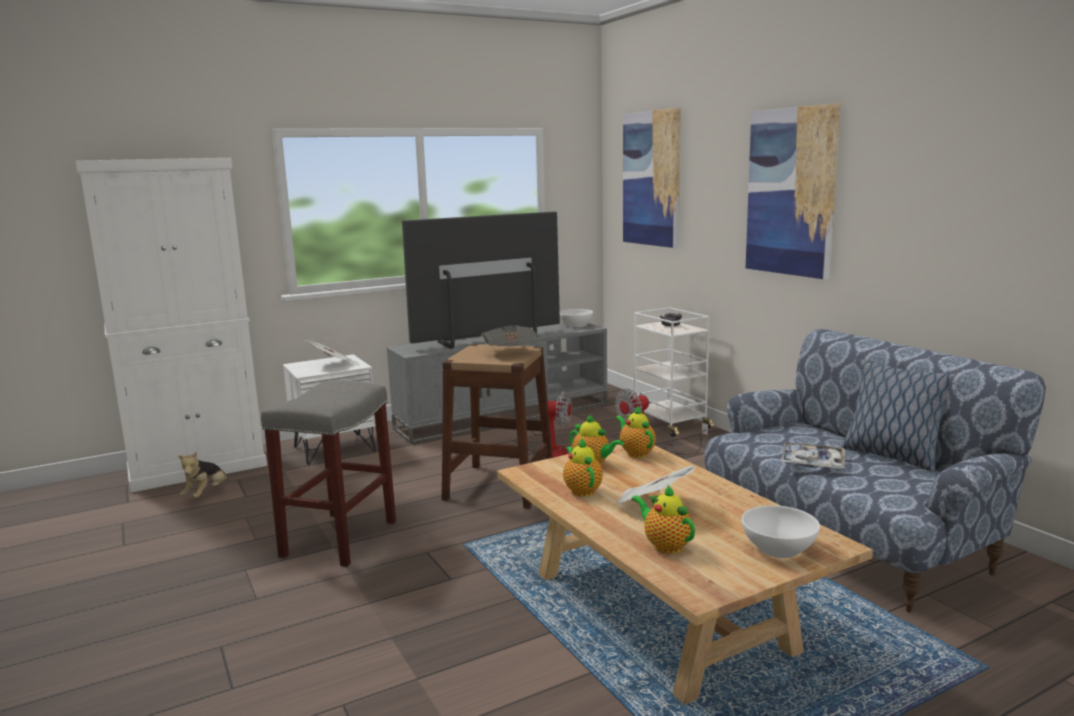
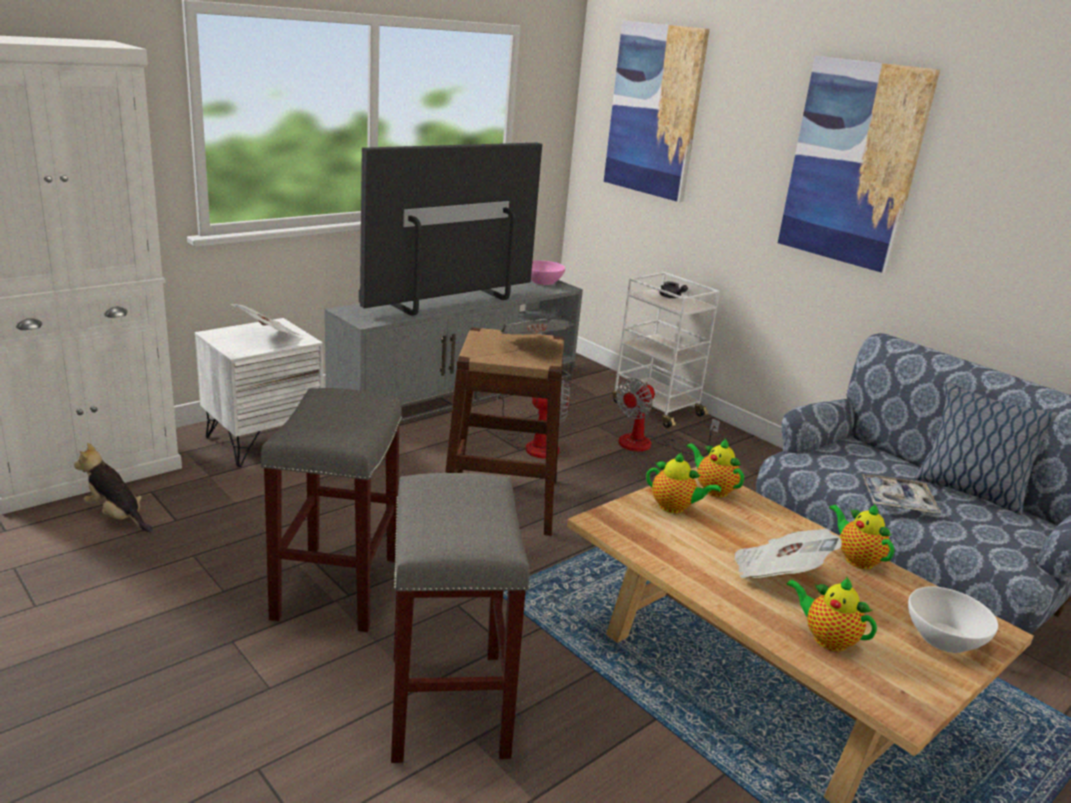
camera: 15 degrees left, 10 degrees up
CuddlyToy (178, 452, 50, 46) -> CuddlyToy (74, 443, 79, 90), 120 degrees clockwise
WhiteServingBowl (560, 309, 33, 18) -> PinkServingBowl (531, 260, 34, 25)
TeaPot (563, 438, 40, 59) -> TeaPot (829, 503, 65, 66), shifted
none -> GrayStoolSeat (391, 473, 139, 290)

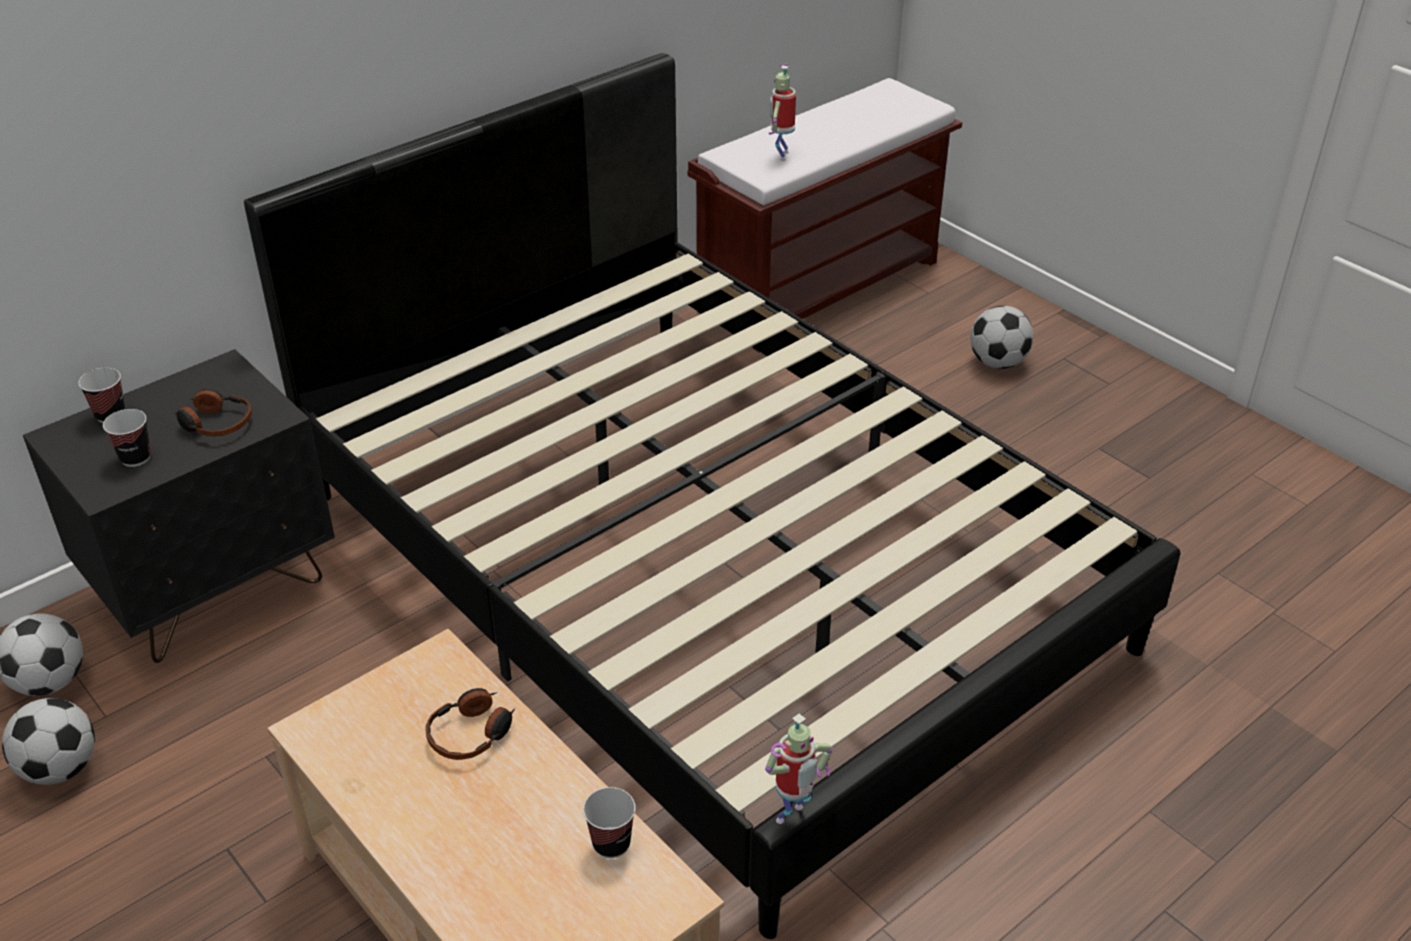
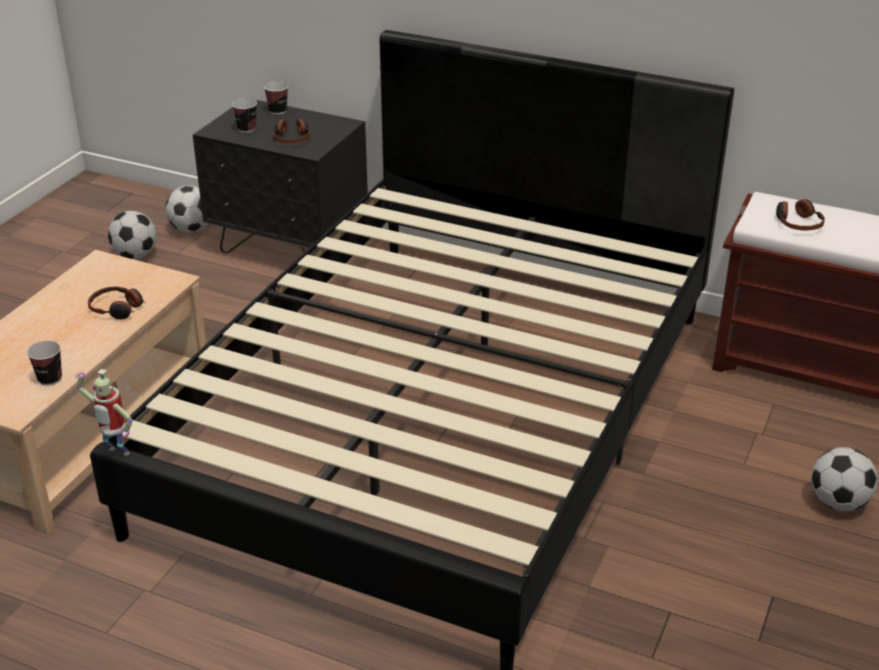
camera: 65 degrees right, 5 degrees down
RobotFigure (769, 63, 27, 98) -> Headset (776, 199, 49, 31)

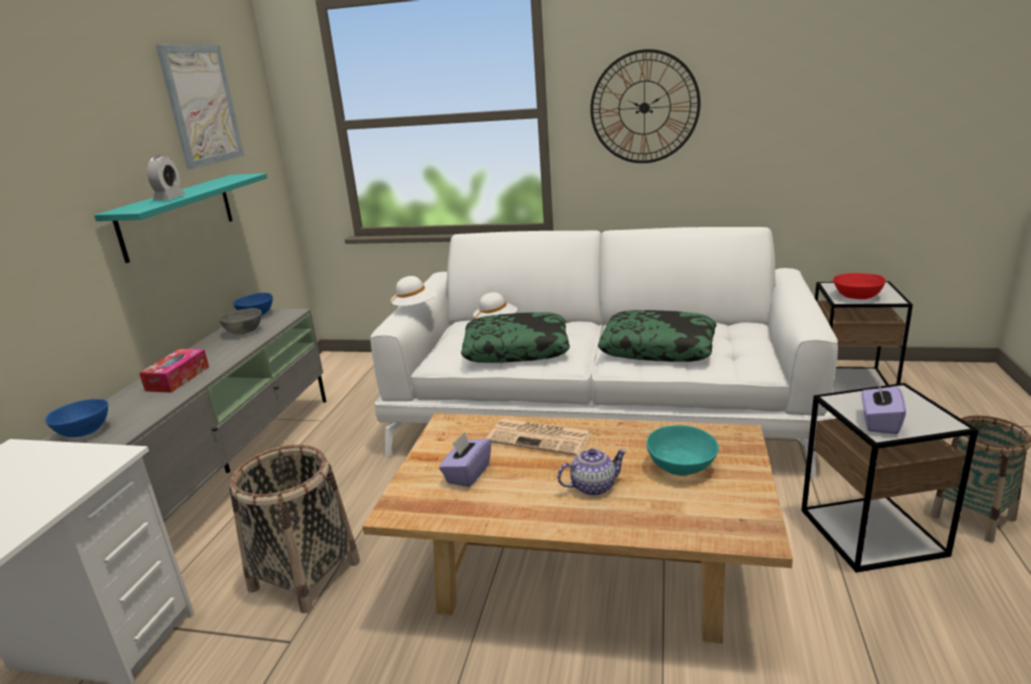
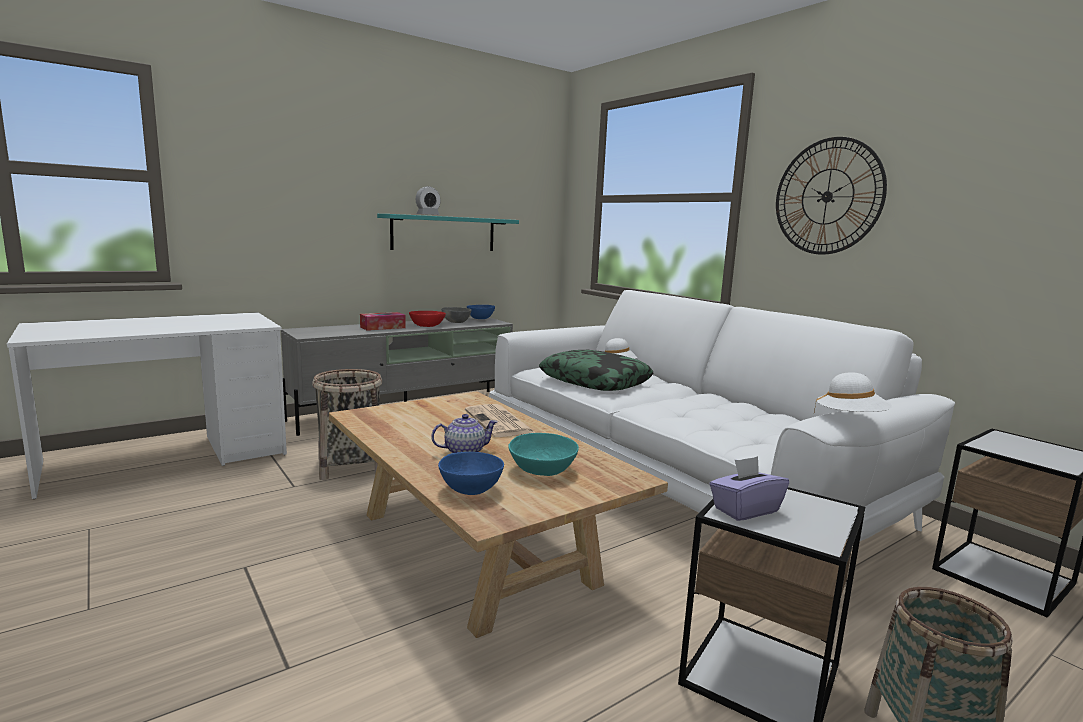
camera: 40 degrees right, 10 degrees down
BluishServingBowl (45, 399, 63, 38) -> BluishServingBowl (438, 452, 66, 43), shifted
WallPicture (156, 45, 88, 124) -> none
WhiteHat (390, 276, 47, 34) -> WhiteHat (814, 372, 78, 40), shifted
PurpleColouredTissueHolder (439, 432, 52, 55) -> none
TeaPot (557, 448, 70, 48) -> TeaPot (431, 414, 67, 39), 45 degrees counterclockwise
Cushion (598, 310, 118, 52) -> none
RedServingBowl (833, 273, 53, 26) -> RedServingBowl (409, 311, 37, 16), shifted

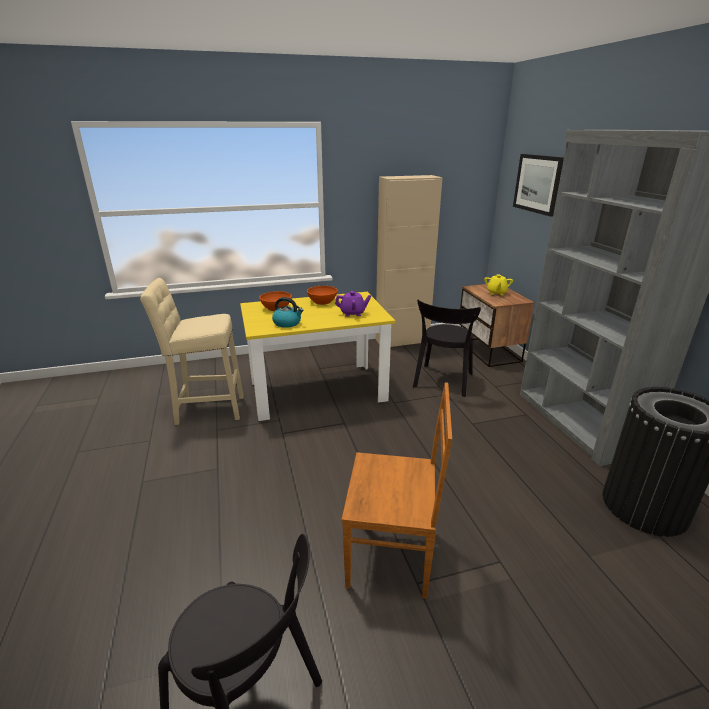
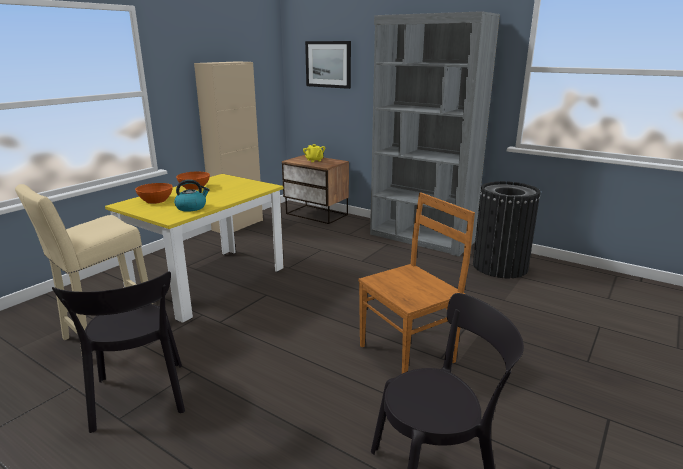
camera: 40 degrees left, 5 degrees down
PurpleColouredTeaPot (335, 291, 36, 26) -> none
BlackChair (413, 300, 68, 97) -> BlackChair (52, 271, 133, 162), shifted

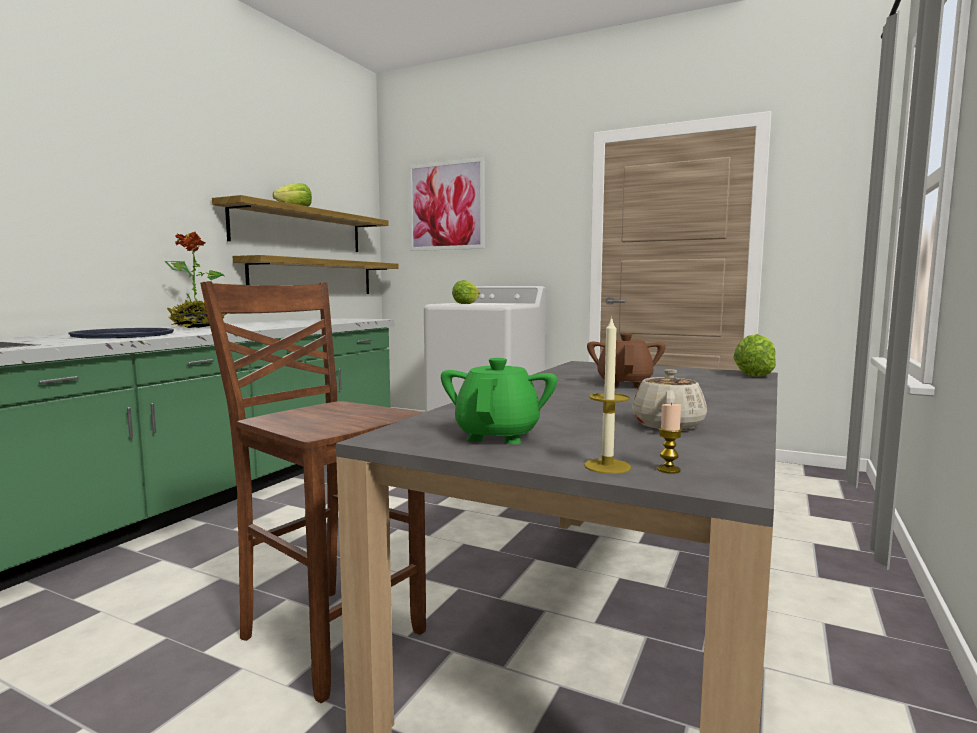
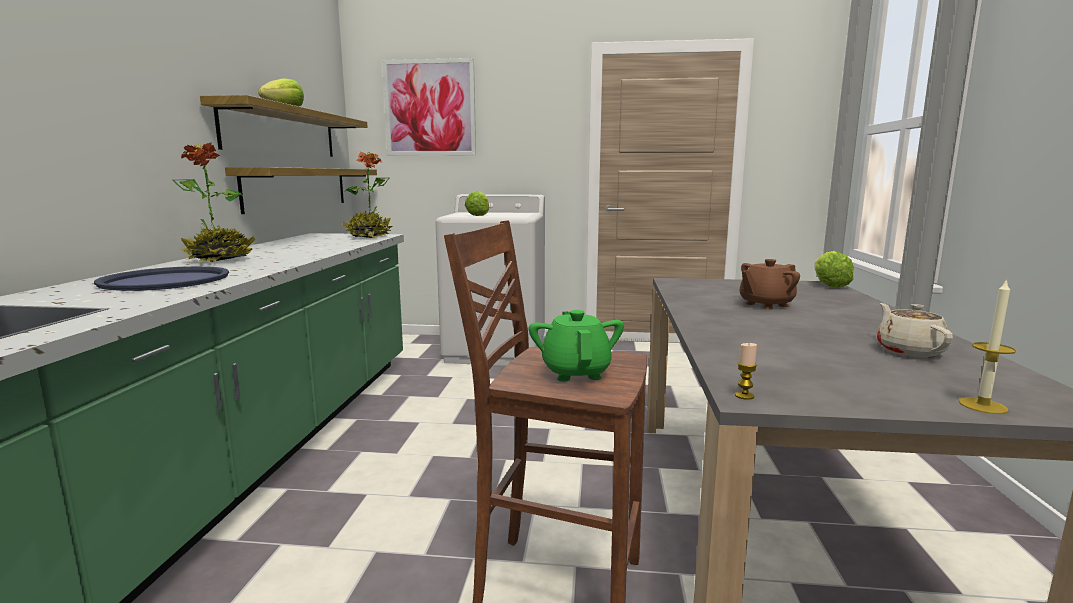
camera: 20 degrees left, 5 degrees up
GreenTeaPot (441, 358, 116, 86) -> GreenTeaPot (529, 310, 95, 72), shifted
BrownishTeaPot (587, 333, 78, 54) -> BrownishTeaPot (739, 259, 61, 51), 105 degrees counterclockwise
Candle (657, 402, 26, 72) -> Candle (735, 343, 22, 57), shifted
none -> PlantInAPot (342, 152, 51, 86)

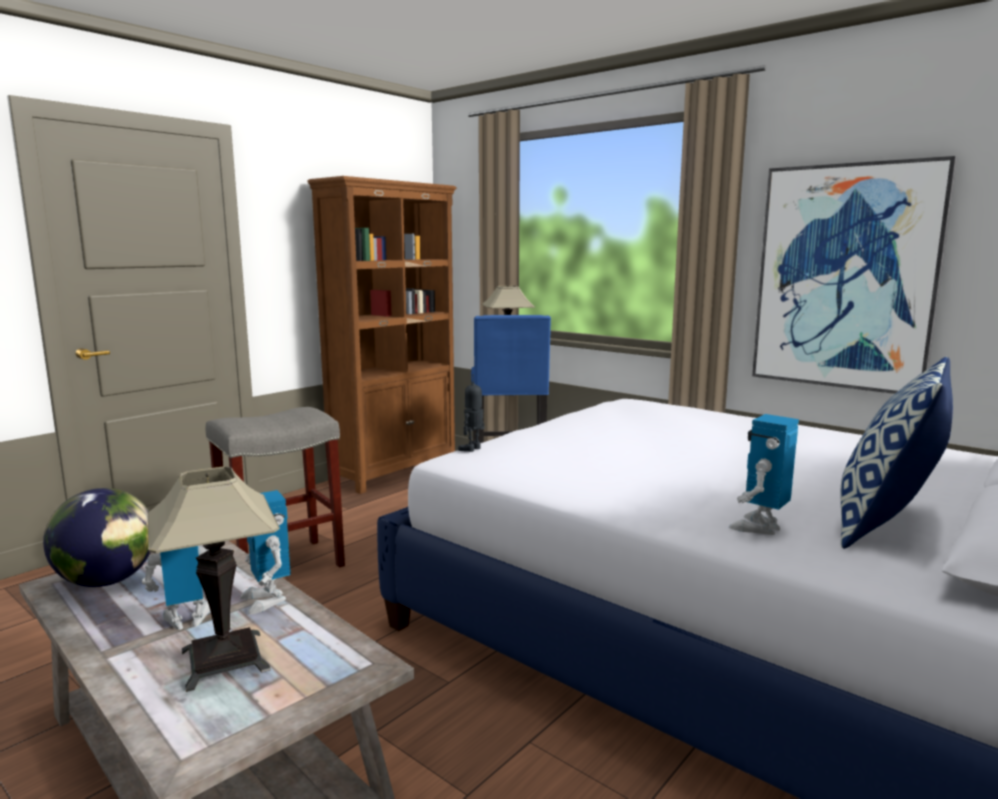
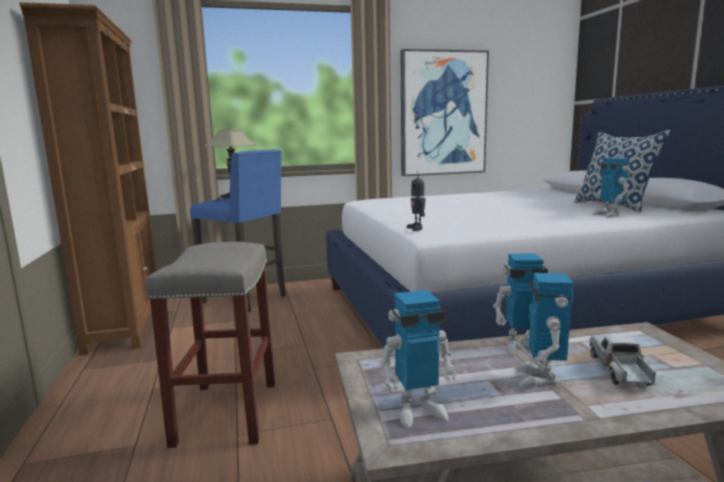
camera: 55 degrees left, 0 degrees up
WorldGlobe (43, 488, 108, 99) -> RobotFigure (380, 290, 77, 138)
TabletopLamp (148, 466, 132, 226) -> ToyLorry (589, 335, 67, 53)

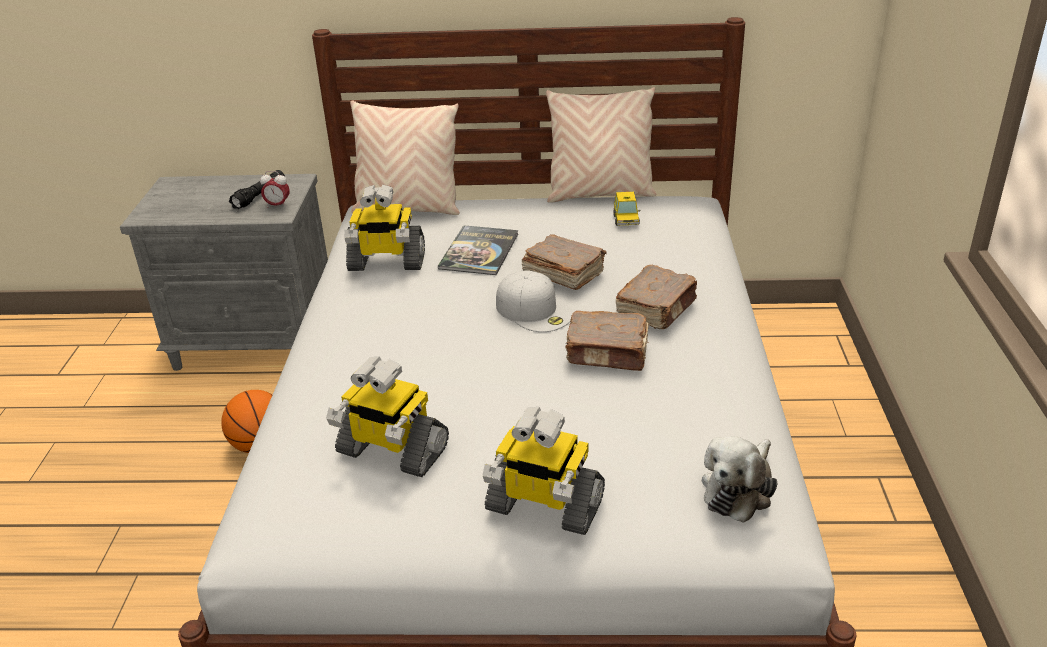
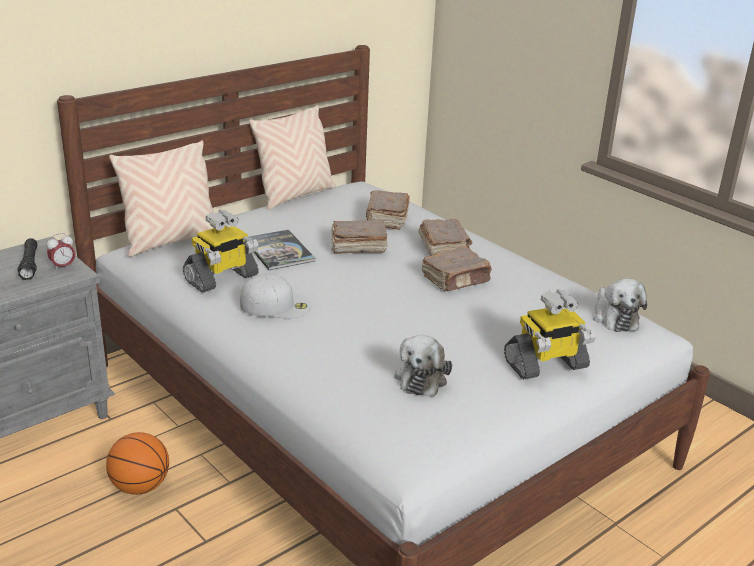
camera: 45 degrees left, 5 degrees down
RobotFigure (326, 356, 123, 121) -> CuddlyToy (394, 335, 58, 62)
WhiteBaseballCap (496, 271, 77, 61) -> WhiteBaseballCap (240, 274, 71, 44), shifted
ToyCar (613, 192, 27, 34) -> none
none -> BrownishBook (366, 190, 44, 40)

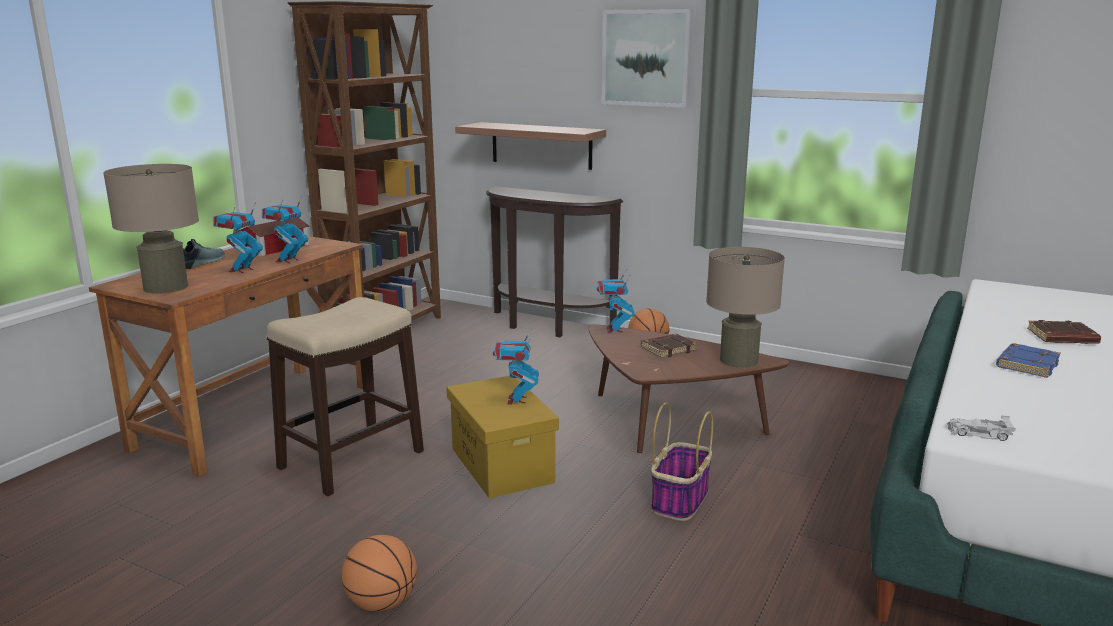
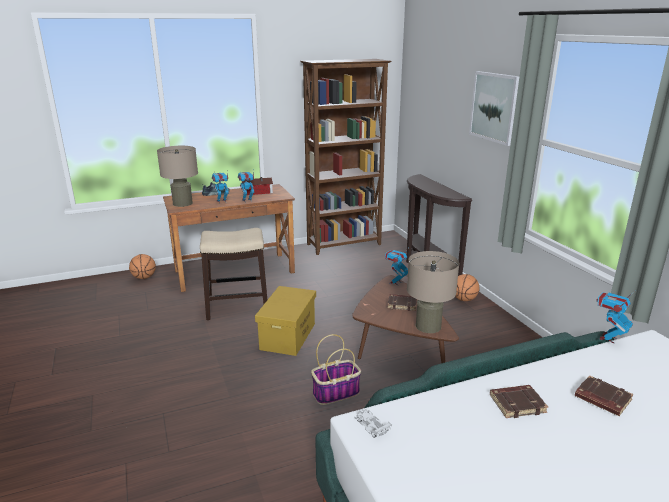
camera: 40 degrees right, 5 degrees up
Basketball (341, 535, 76, 77) -> Basketball (129, 254, 27, 25), shifted
WallShelf (455, 122, 151, 48) -> none
RobotFigure (493, 328, 46, 77) -> RobotFigure (596, 290, 40, 53), shifted
BluishBook (996, 343, 65, 35) -> BrownishBook (490, 385, 58, 33)

